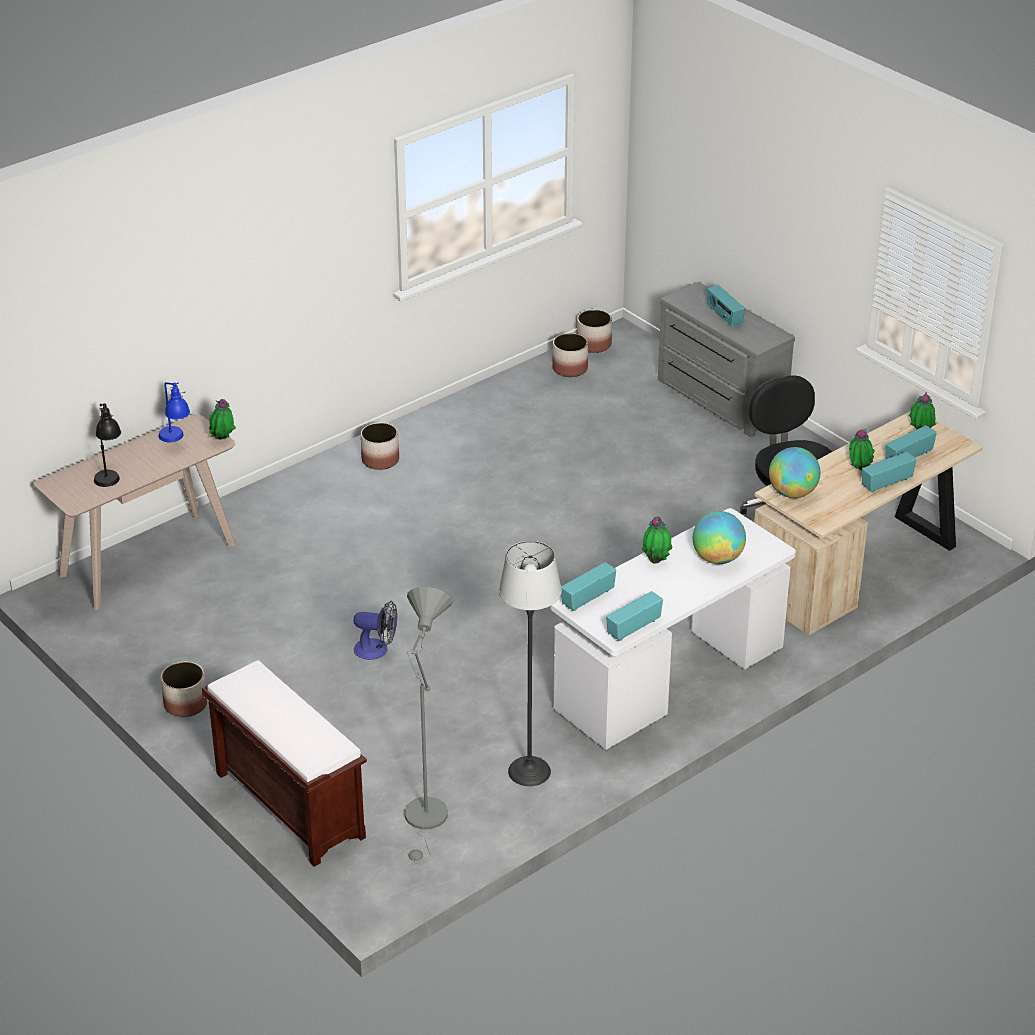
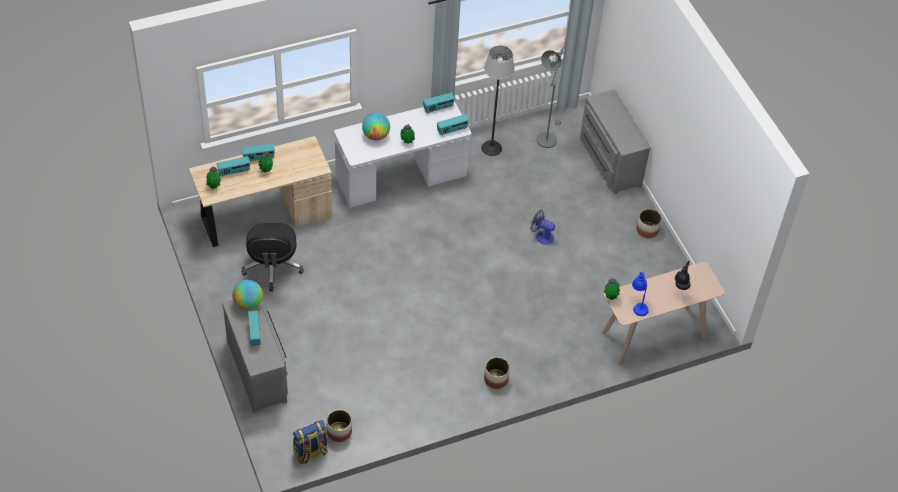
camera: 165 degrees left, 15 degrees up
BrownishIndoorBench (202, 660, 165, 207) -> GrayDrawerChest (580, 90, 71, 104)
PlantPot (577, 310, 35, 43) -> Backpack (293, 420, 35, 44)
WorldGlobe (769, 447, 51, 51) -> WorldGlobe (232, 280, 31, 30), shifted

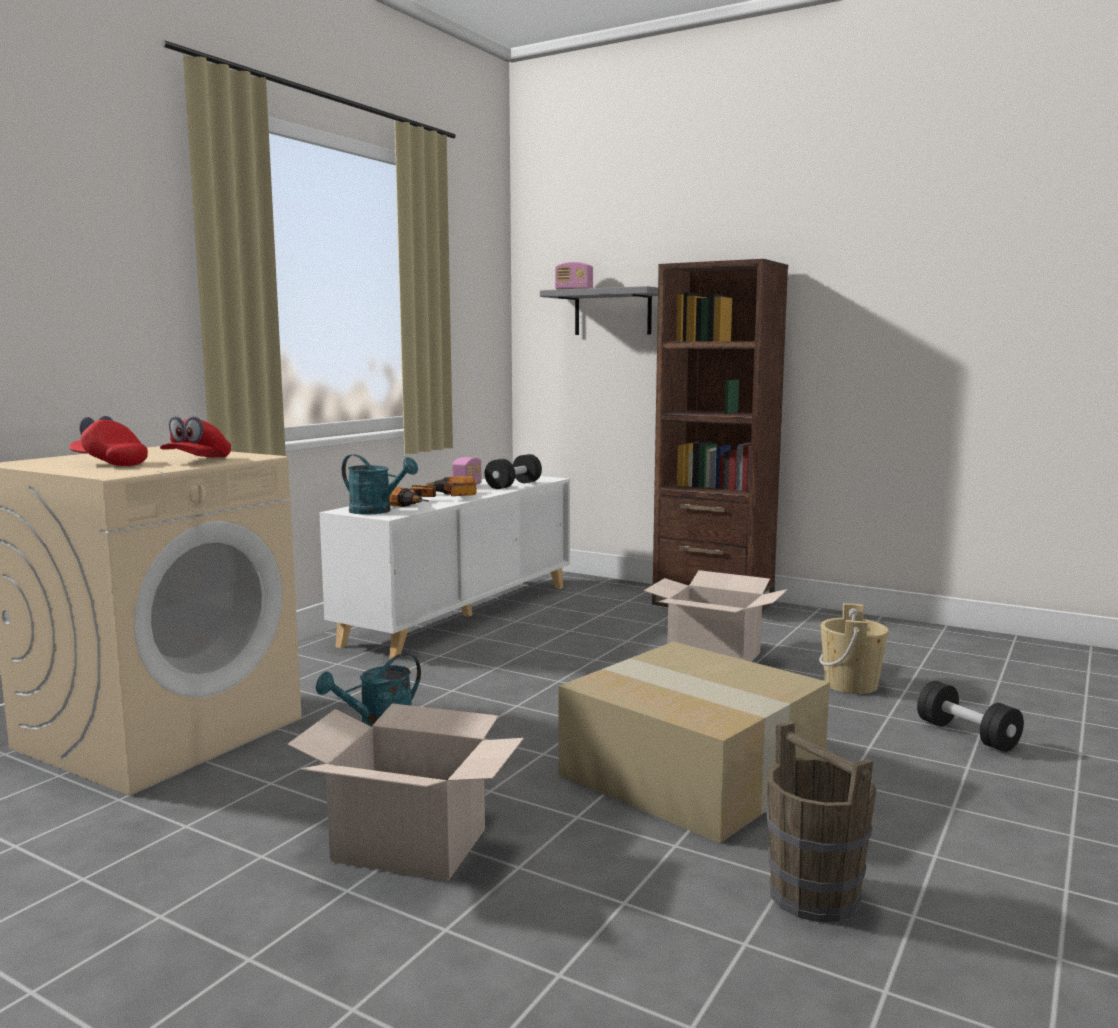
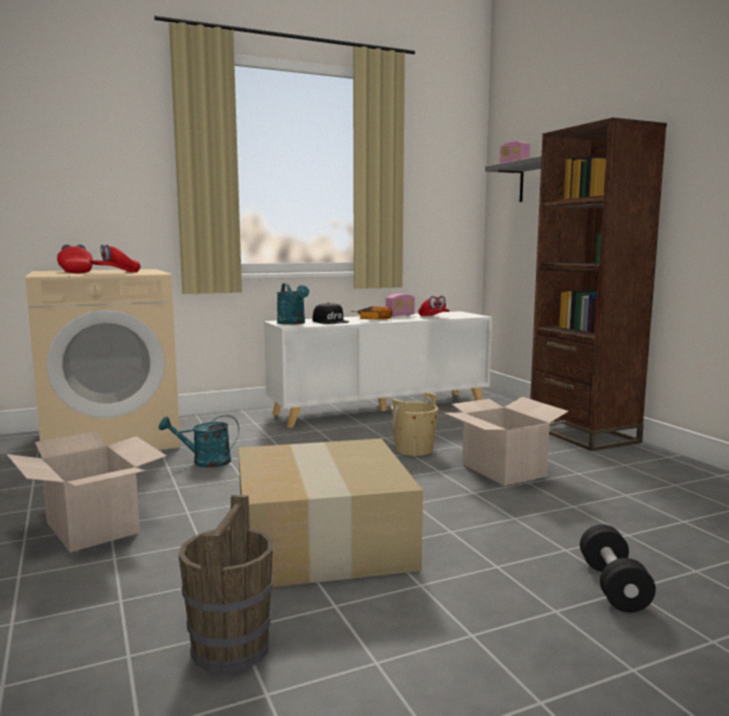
camera: 35 degrees right, 0 degrees up
PowerDrill (389, 485, 47, 22) -> BlackBaseballCap (312, 303, 37, 21)
BlackHandWeight (485, 454, 57, 35) -> RedBaseballCap (418, 296, 32, 20)
SandColouredBucket (819, 603, 70, 91) -> SandColouredBucket (391, 392, 48, 64), shifted

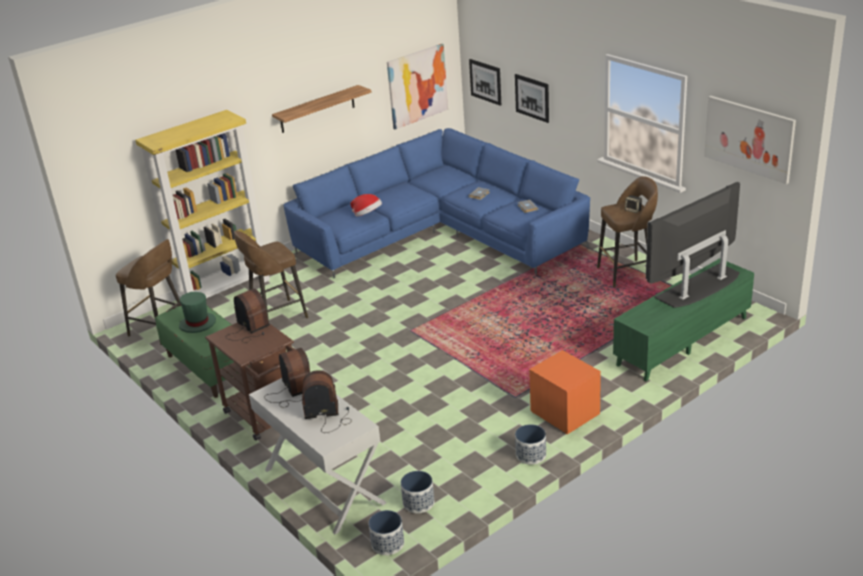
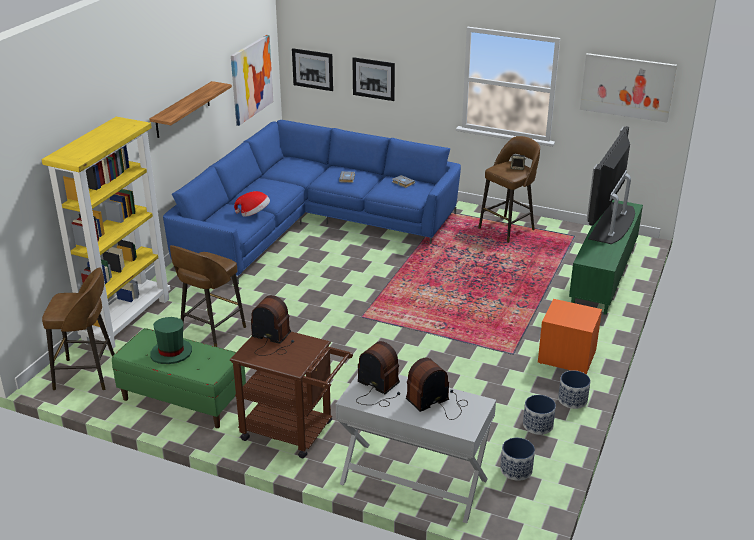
camera: 30 degrees left, 0 degrees up
PlantPot (368, 510, 36, 45) -> PlantPot (523, 395, 33, 40), shifted

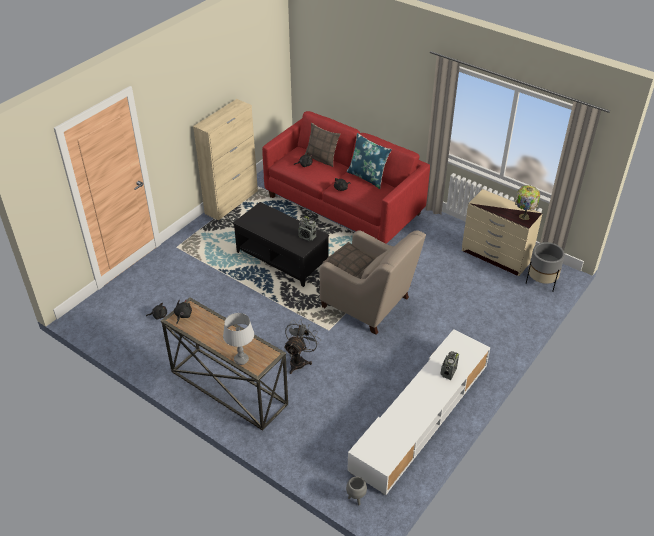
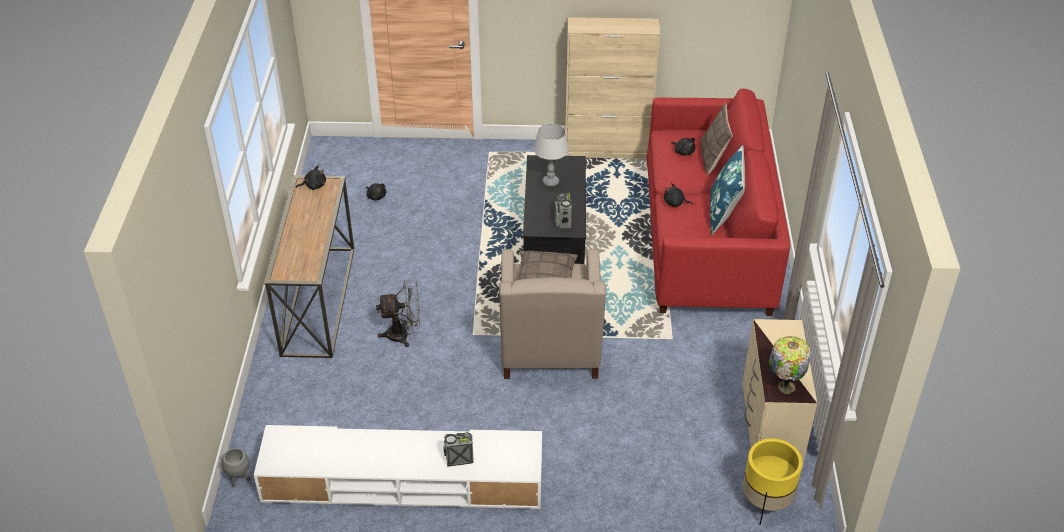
camera: 55 degrees right, 0 degrees up
GrayTabletopLamp (223, 313, 31, 52) -> GrayTabletopLamp (534, 124, 35, 63), shifted
GrayPlantPot (526, 242, 39, 50) -> YellowColouredPlantPot (743, 438, 59, 87)

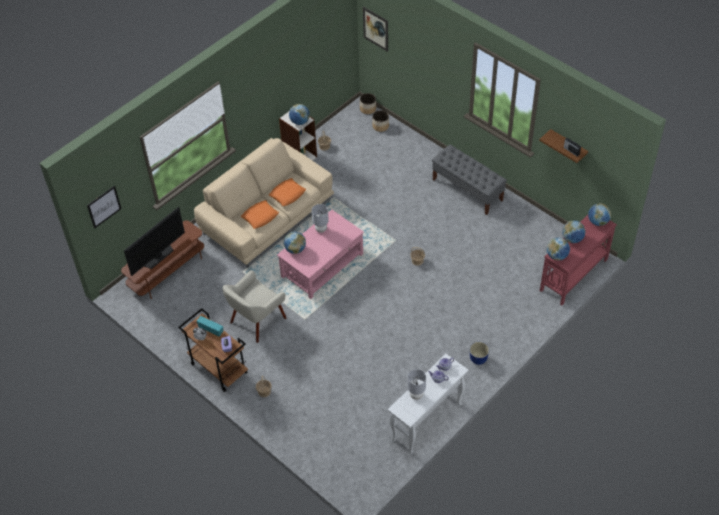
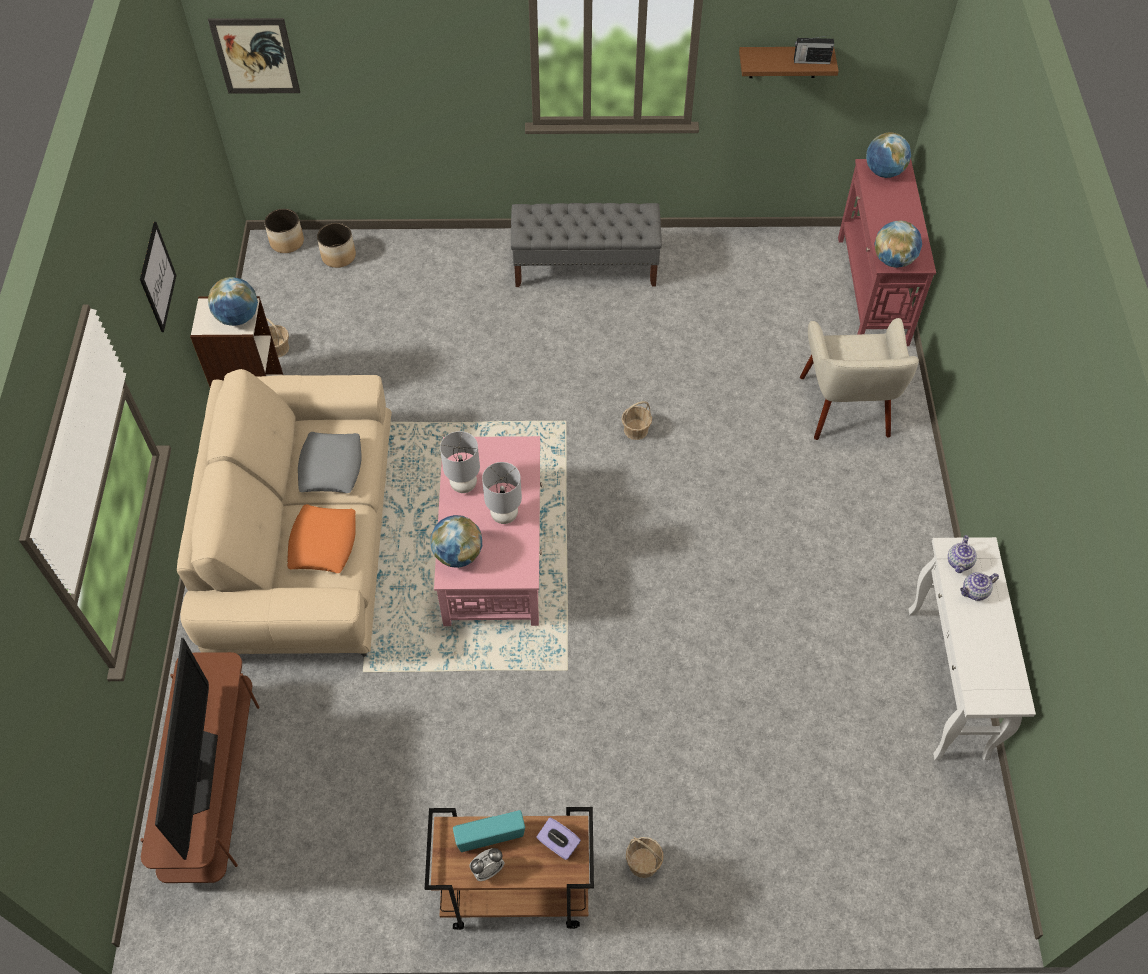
camera: 45 degrees left, 5 degrees up
WallPicture (87, 186, 34, 42) -> WallPicture (140, 222, 37, 110), shifted
SandColouredArmchair (223, 270, 63, 73) -> SandColouredArmchair (800, 318, 119, 122), shifted
OrangeColouredCushion (269, 178, 37, 28) -> GrayCushion (298, 432, 64, 61)
GrayTabletopLamp (407, 369, 19, 31) -> GrayTabletopLamp (482, 462, 40, 62), shifted
PlantPot (470, 342, 19, 23) -> none
WorldGlobe (562, 221, 24, 22) -> none

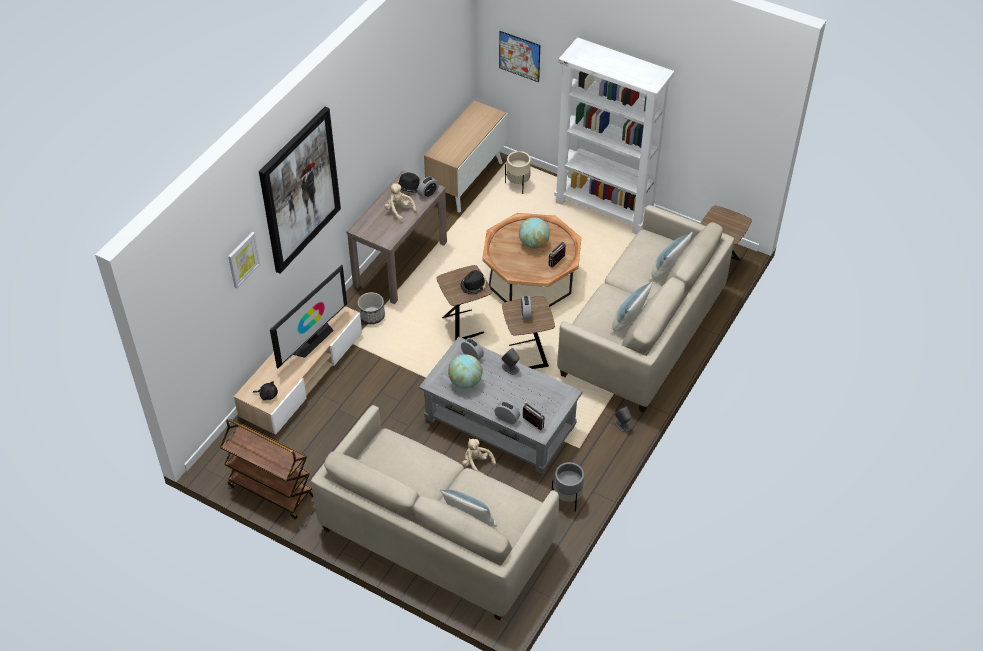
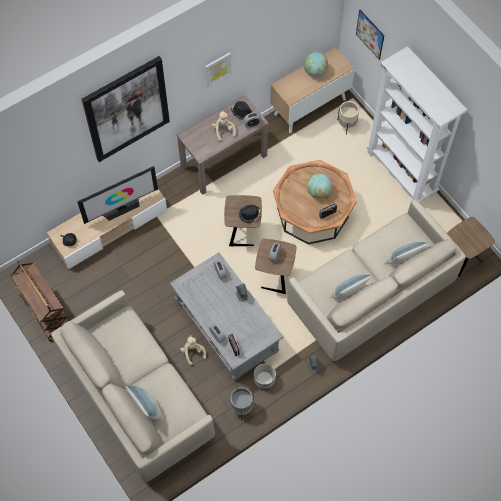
camera: 25 degrees right, 15 degrees up
WallPicture (228, 232, 32, 56) -> WallPicture (205, 52, 26, 35), shifted
PlantPot (358, 292, 27, 32) -> PlantPot (254, 364, 22, 26), shifted
WorldGlobe (448, 354, 34, 35) -> WorldGlobe (304, 52, 24, 25), shifted

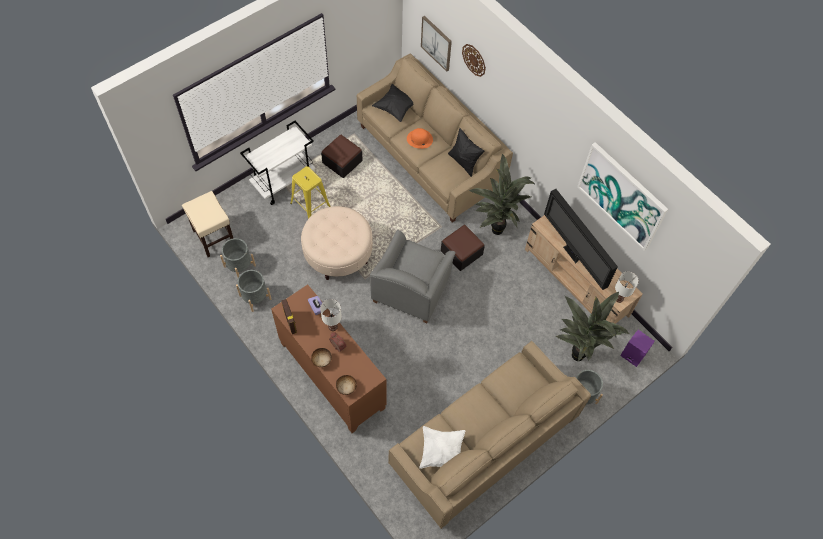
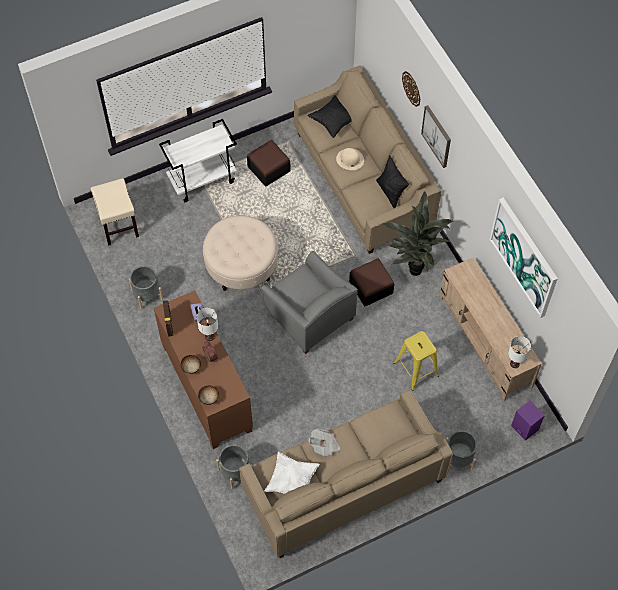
camera: 15 degrees right, 0 degrees up
GrayPlantPot (220, 238, 36, 40) -> GrayPlantPot (216, 444, 36, 45), shifted
YellowColouredStoolSeat (290, 166, 41, 53) -> YellowColouredStoolSeat (394, 331, 45, 60), shifted
GrayArmchair (370, 230, 86, 94) -> GrayArmchair (261, 251, 97, 103), 75 degrees counterclockwise
OrangeColouredHat (407, 128, 26, 21) -> SandColouredHat (336, 148, 28, 22)
WallPicture (421, 16, 31, 56) -> WallPicture (421, 105, 30, 63), shifted
Tv (544, 189, 74, 101) -> none
PlantInAPot (555, 292, 74, 71) -> none
none -> DailyPaper (308, 429, 32, 28)

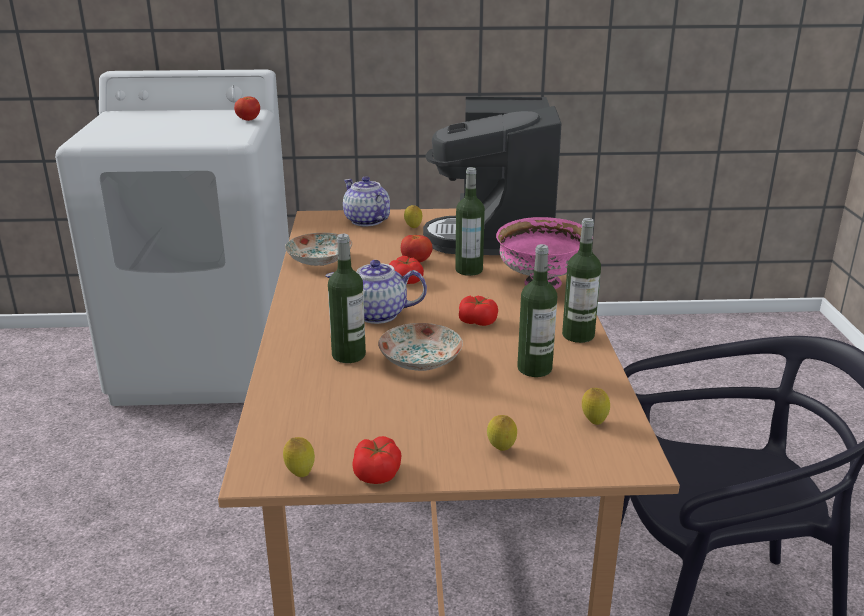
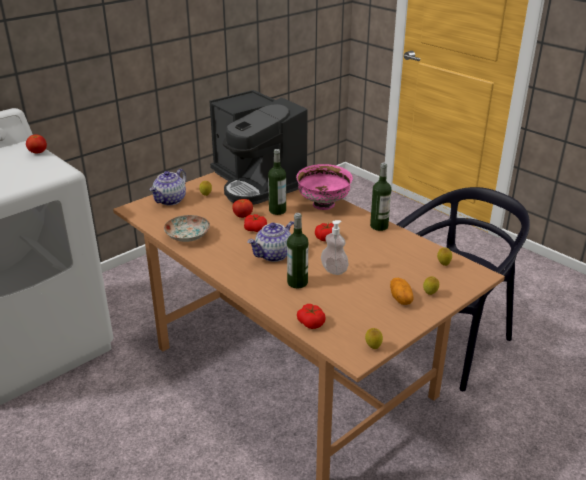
camera: 40 degrees left, 5 degrees up
TeaPot (343, 176, 47, 51) -> TeaPot (150, 169, 36, 36), 75 degrees counterclockwise
Tomato (352, 436, 50, 48) -> Tomato (297, 304, 29, 25), shifted
Plate (378, 323, 85, 48) -> LiquidSoapBottle (321, 220, 28, 55)
DrinkBottle (517, 244, 40, 133) -> none
none -> Potato (390, 278, 23, 27)

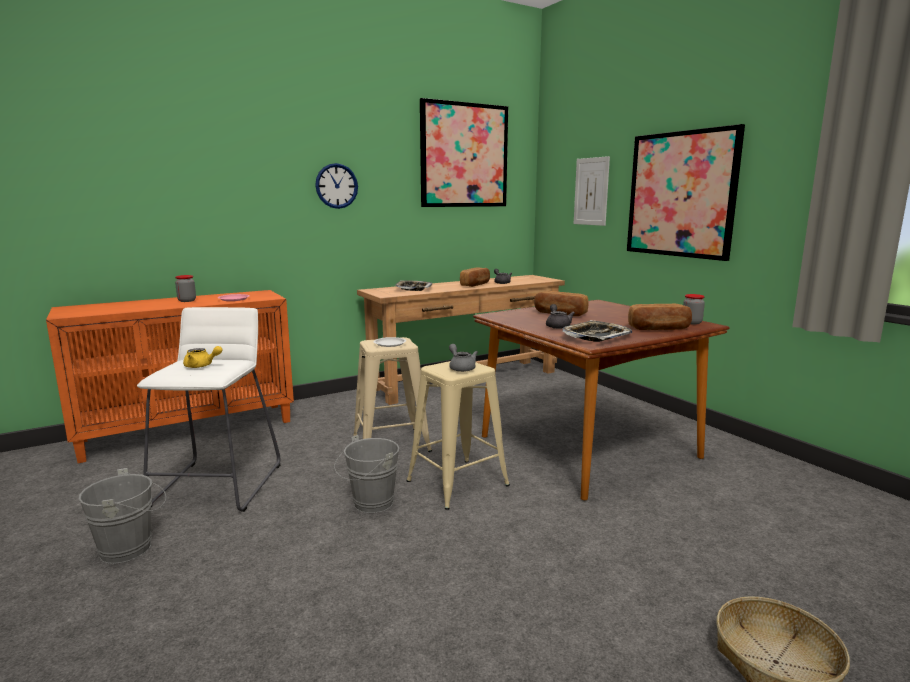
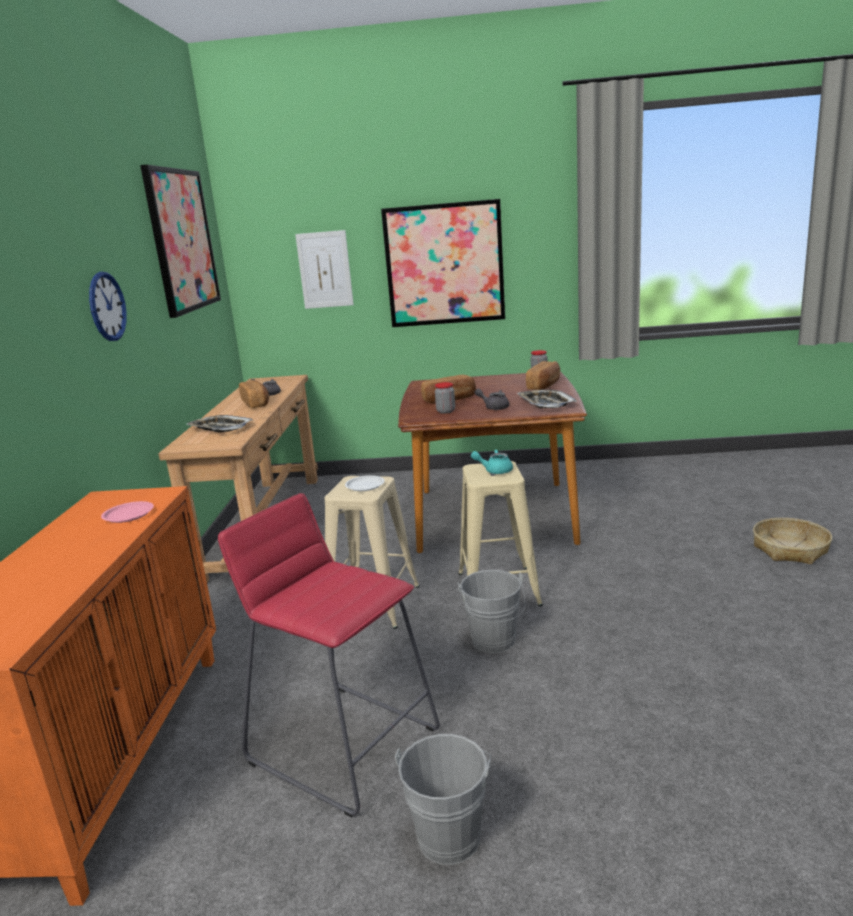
camera: 55 degrees left, 5 degrees up
WhiteStoolSeat (137, 307, 143, 205) -> RedStoolSeat (218, 493, 222, 324)
Jar (175, 275, 21, 27) -> Jar (435, 382, 20, 32), shifted
YellowColouredTeaPot (183, 346, 39, 22) -> none
GrayTeaPot (449, 344, 29, 28) -> TurquoiseTeaPot (471, 450, 42, 24)

